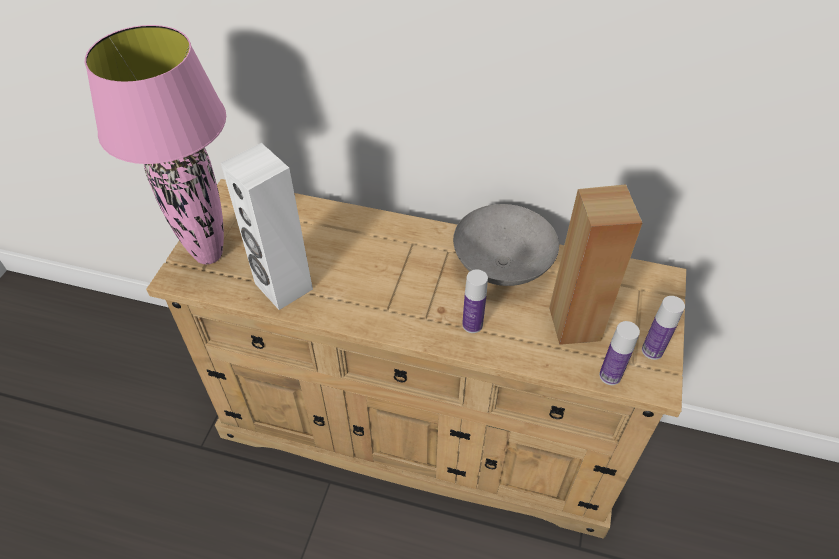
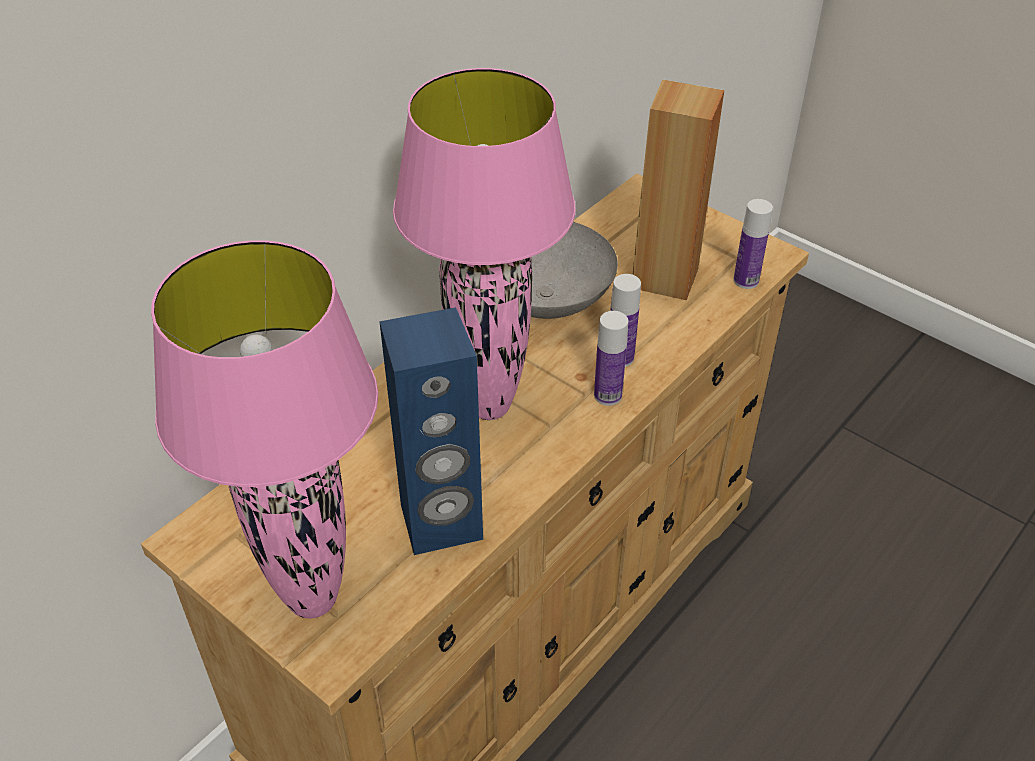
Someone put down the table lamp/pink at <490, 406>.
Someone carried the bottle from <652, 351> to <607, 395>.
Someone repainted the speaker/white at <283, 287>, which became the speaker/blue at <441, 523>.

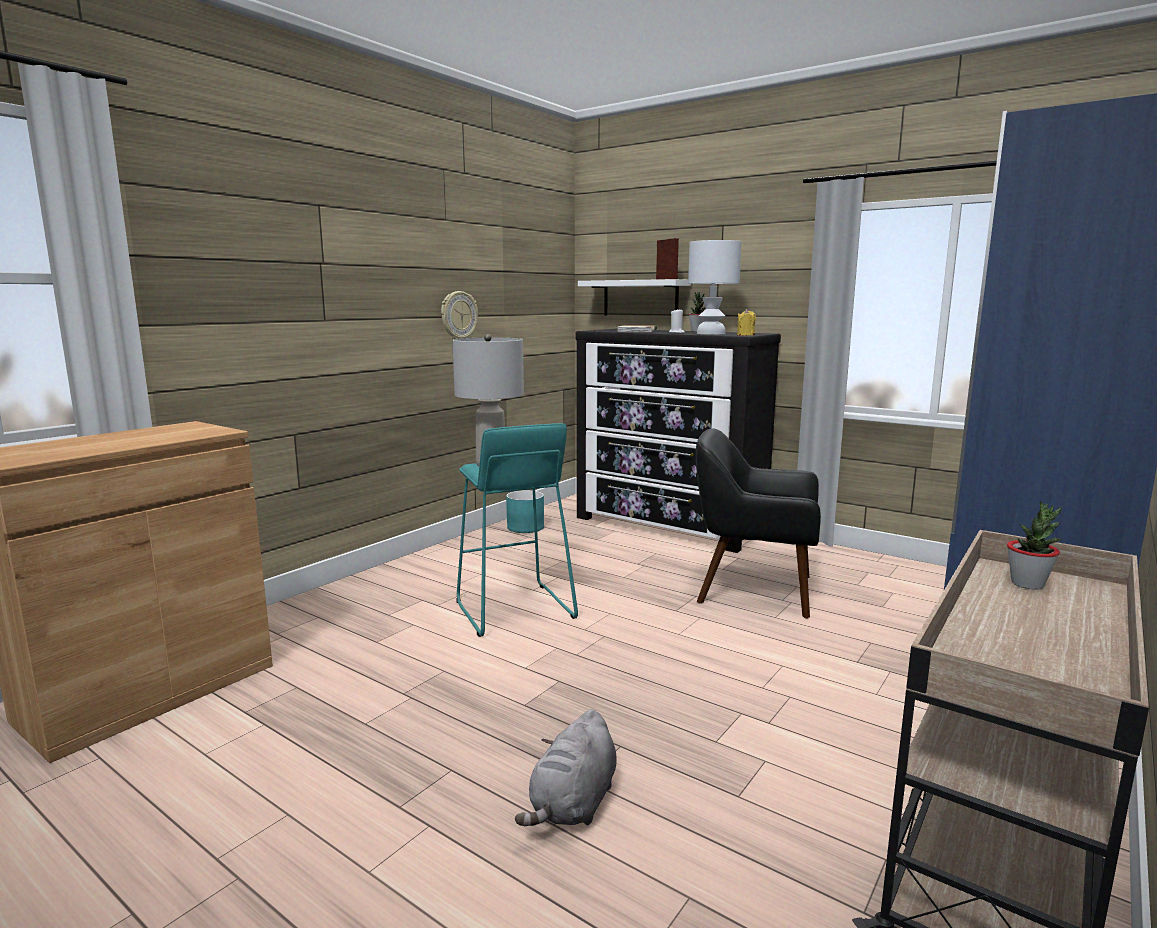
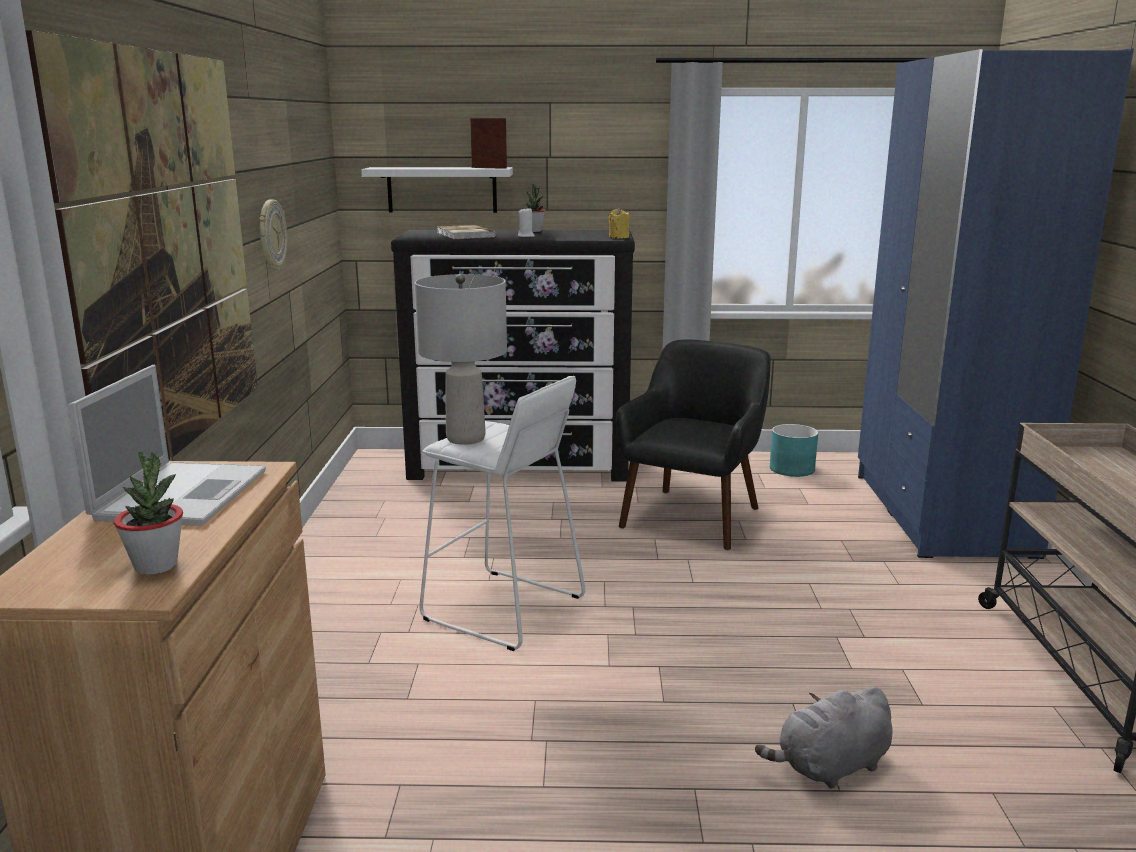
Someone took away the table lamp/white at <711, 333>.
Someone put up the picture at <168, 255>.
Someone put down the laptop at <183, 493>.
Someone carried the planter/turquoise from <526, 527> to <792, 469>.
Someone carried the potted plant from <1027, 584> to <156, 566>.
Someone repainted the stool/turquoise at <513, 610>, which became the stool/white at <503, 609>.
Someone rotated the plush toy/grey at <573, 804> by 75 degrees clockwise.
Someone rotated the armchair/black at <752, 590> by 135 degrees clockwise.

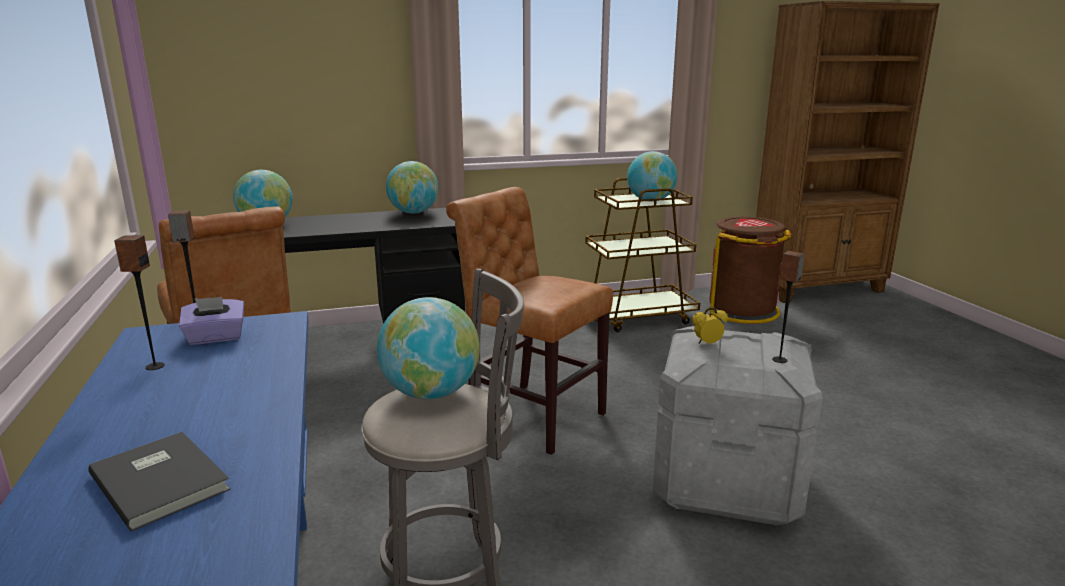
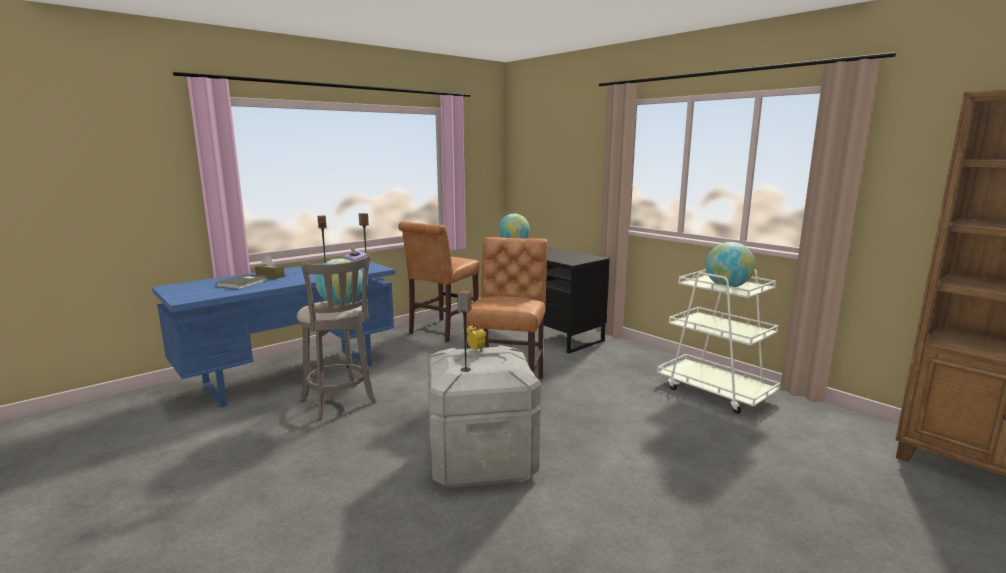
Someone took away the globe at <413, 212>.
Someone took away the trash can/brown at <742, 310>.
Someone put down the tissue box/brown at <270, 276>.
Someone repainted the cart/brown at <636, 317>, which became the cart/white at <715, 391>.

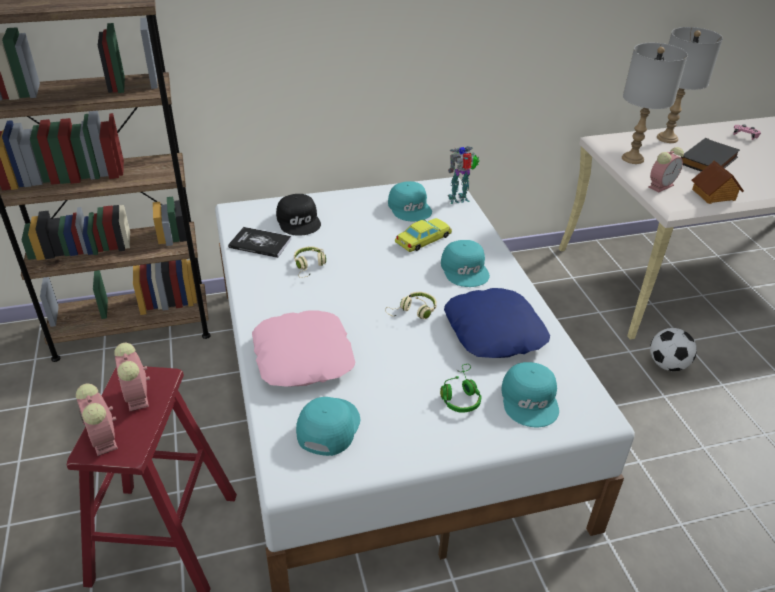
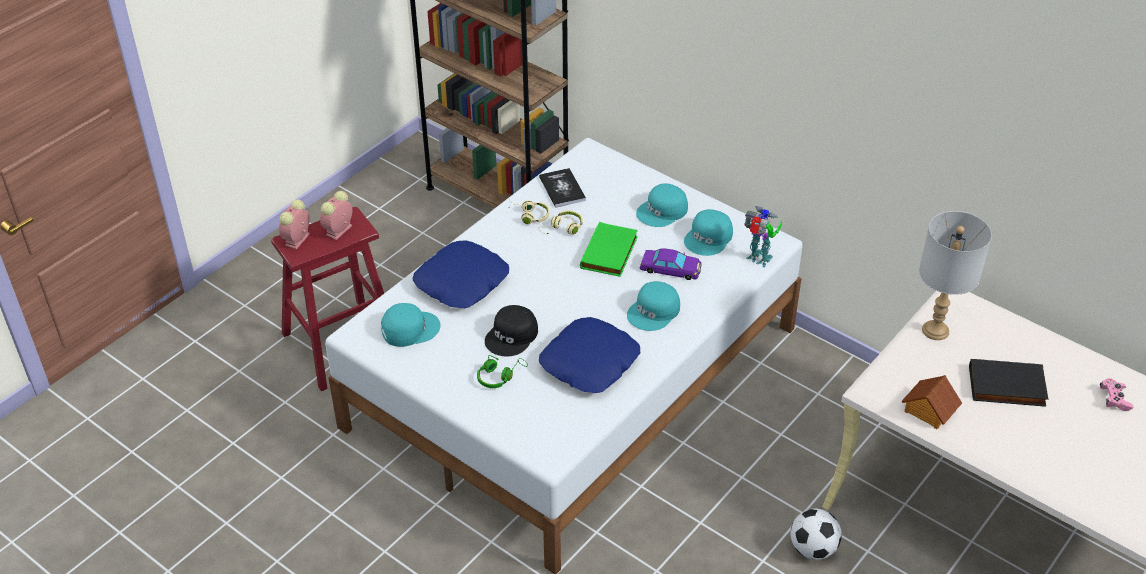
Someone took away the alarm clock at <661, 185>.
Someone took away the table lamp/grey at <667, 138>.
Someone put down the book/green at <610, 253>.
Someone carried the cap/black from <299, 221> to <512, 336>.
Someone carried the headphones/beige from <413, 311> to <529, 215>.
Someone carried the cap/turquoise from <530, 400> to <663, 211>.
Someone repainted the pillow/pink at <304, 357>, which became the pillow/blue at <462, 282>.
Someone repainted the toy car/yellow at <423, 239>, which became the toy car/purple at <670, 268>.

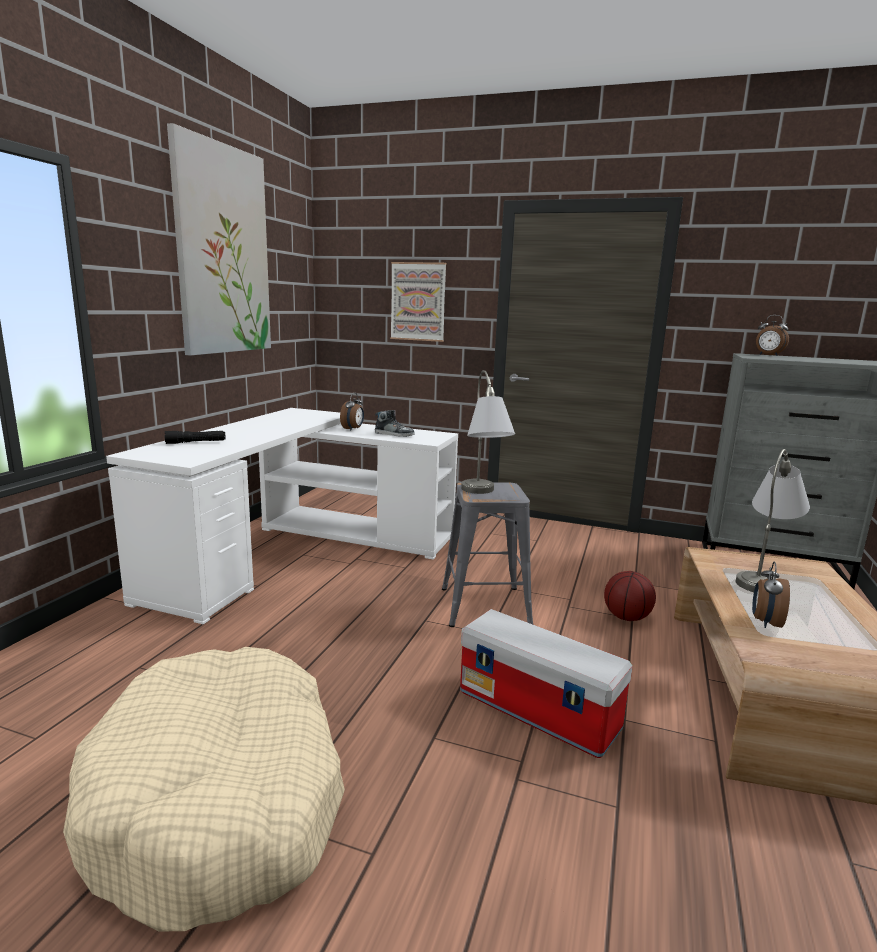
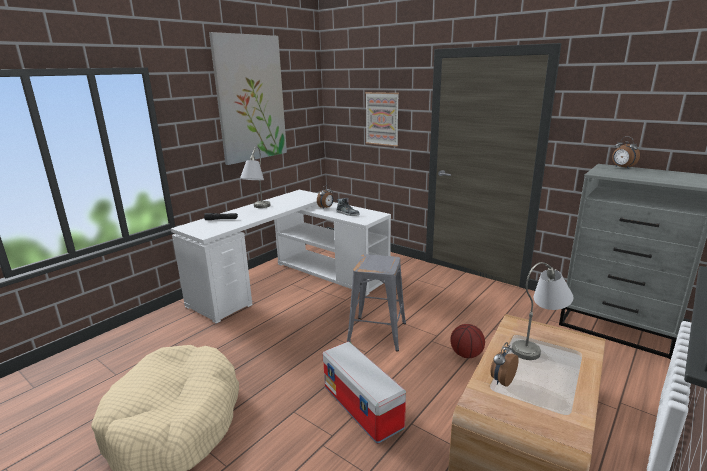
Someone carried the table lamp/grey from <482, 495> to <257, 209>.

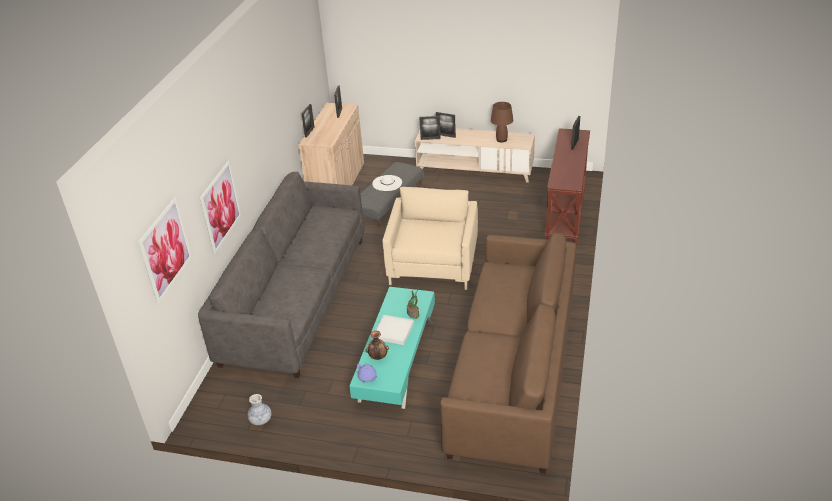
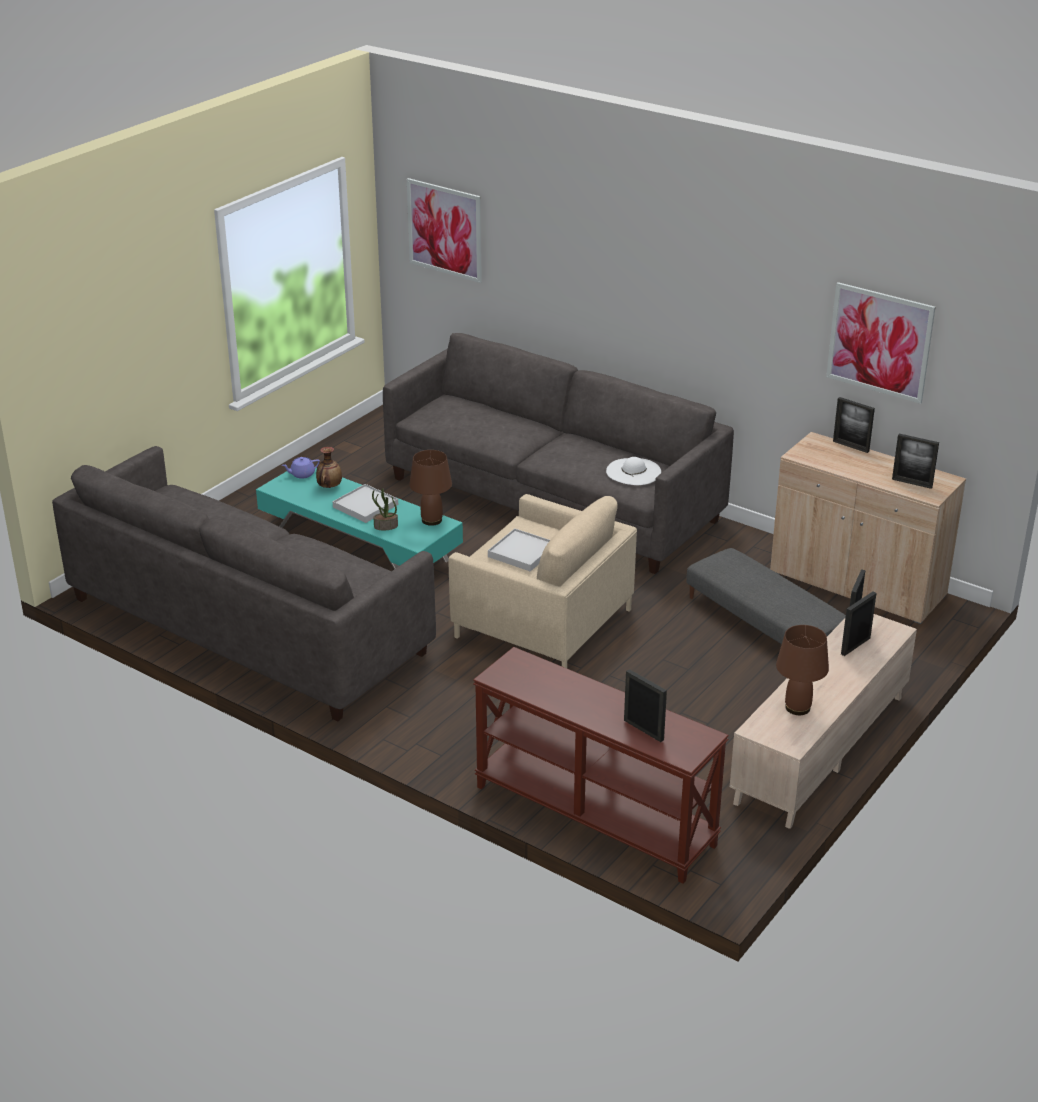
Someone took away the vase at <260, 420>.
Someone put down the table lamp/brown at <431, 520>.
Someone put down the tray/white at <522, 552>.
Someone carried the picture from <220, 206> to <879, 342>.
Someone carried the hat/white from <387, 183> to <633, 471>.
Someone repainted the sofa/brown at <513, 373>, which became the sofa/grey at <247, 626>.

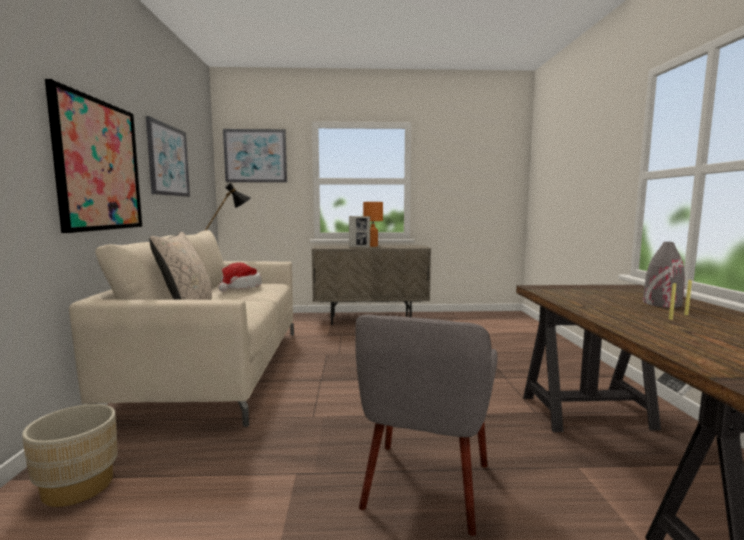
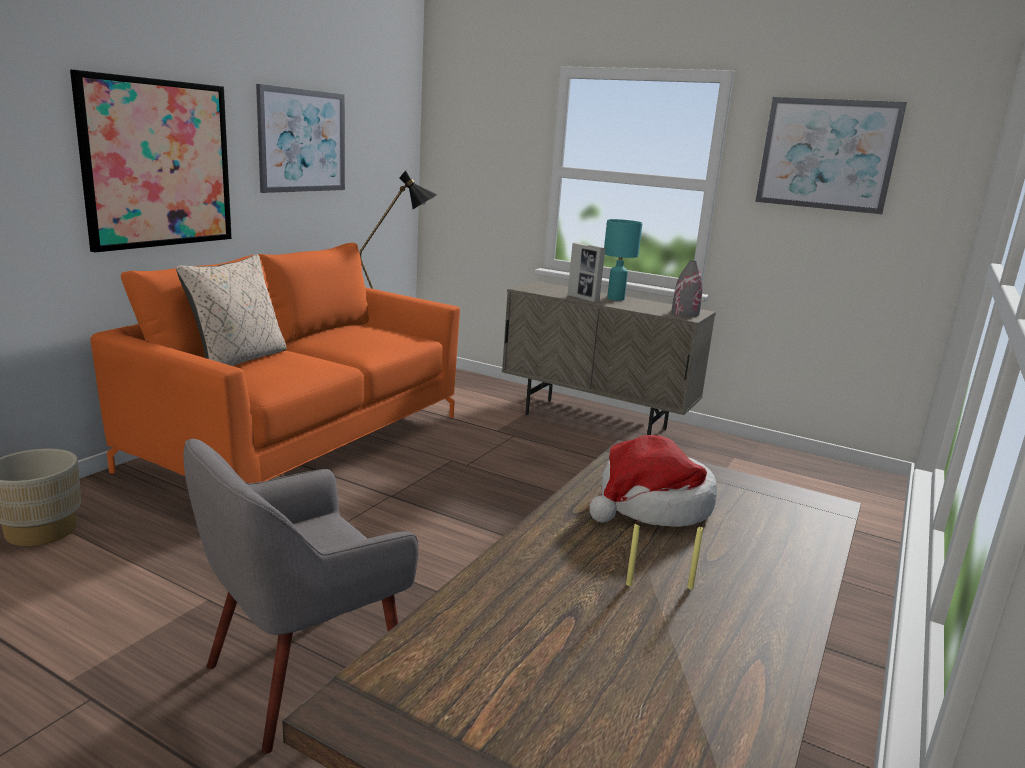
Someone carried the hat from <240, 287> to <652, 506>.
Someone carried the picture from <255, 156> to <827, 154>.
Someone carried the vase/grey from <661, 304> to <685, 313>.
Someone repainted the sofa/beige at <217, 369>, which became the sofa/orange at <302, 441>.
Someone repainted the table lamp/orange at <373, 246>, which became the table lamp/turquoise at <616, 299>.

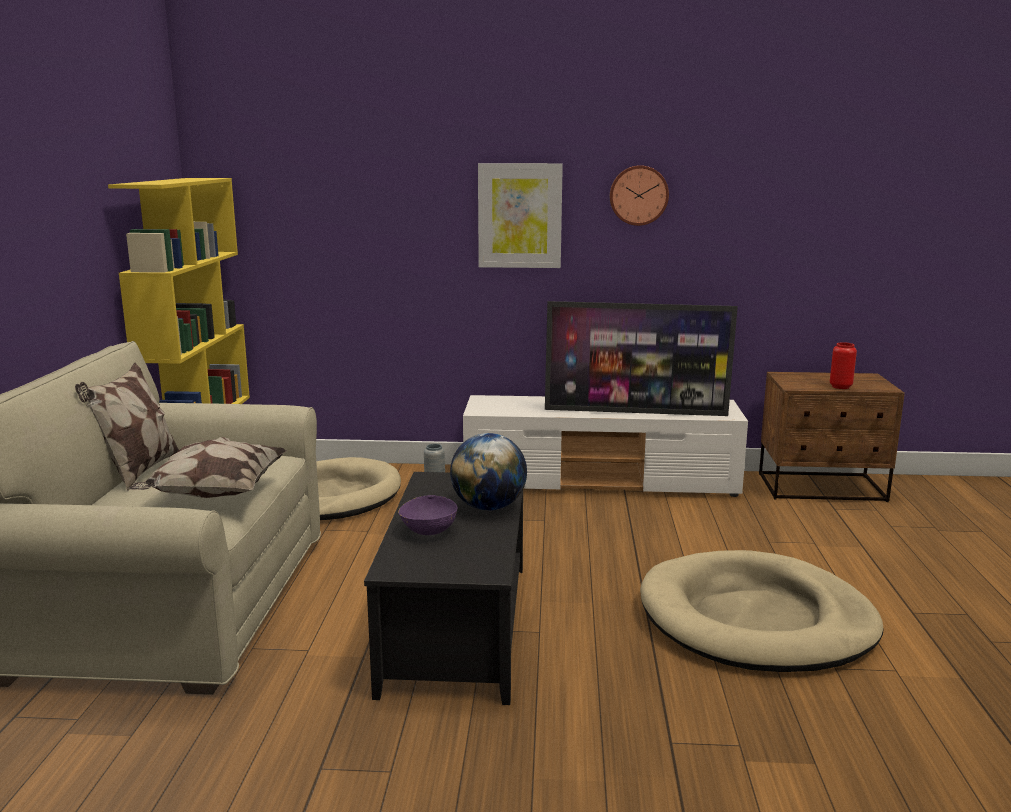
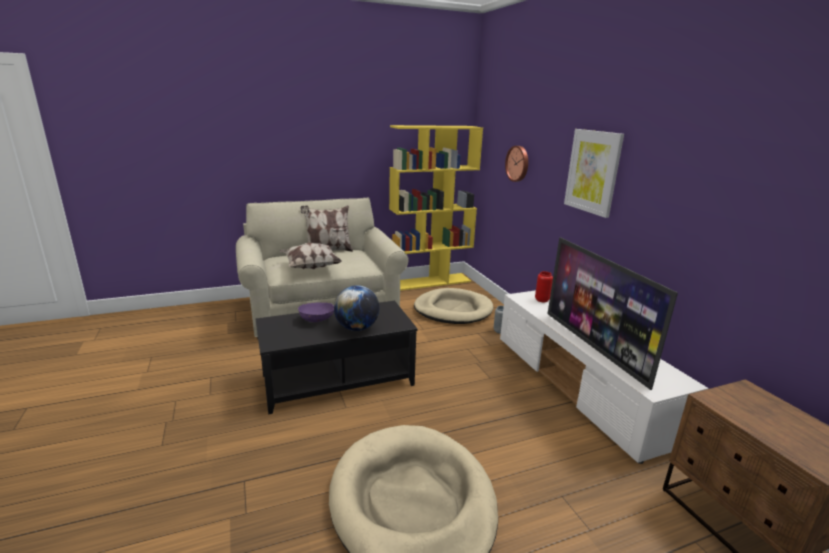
Someone carried the wall clock from <638, 195> to <518, 163>.
Someone carried the vase/red from <840, 387> to <542, 300>.

